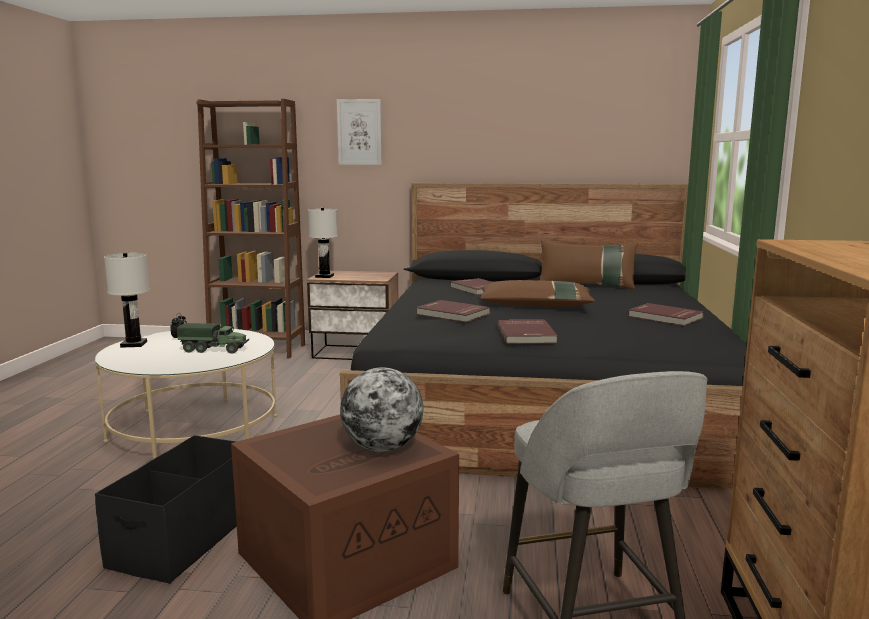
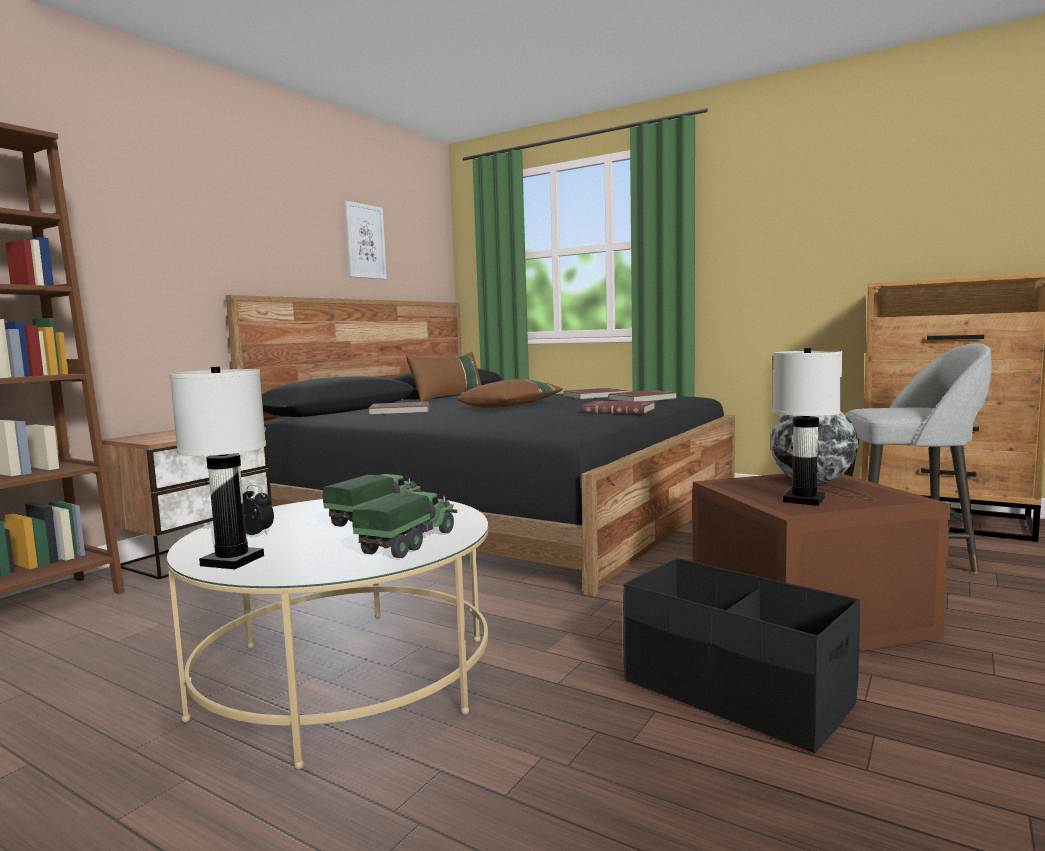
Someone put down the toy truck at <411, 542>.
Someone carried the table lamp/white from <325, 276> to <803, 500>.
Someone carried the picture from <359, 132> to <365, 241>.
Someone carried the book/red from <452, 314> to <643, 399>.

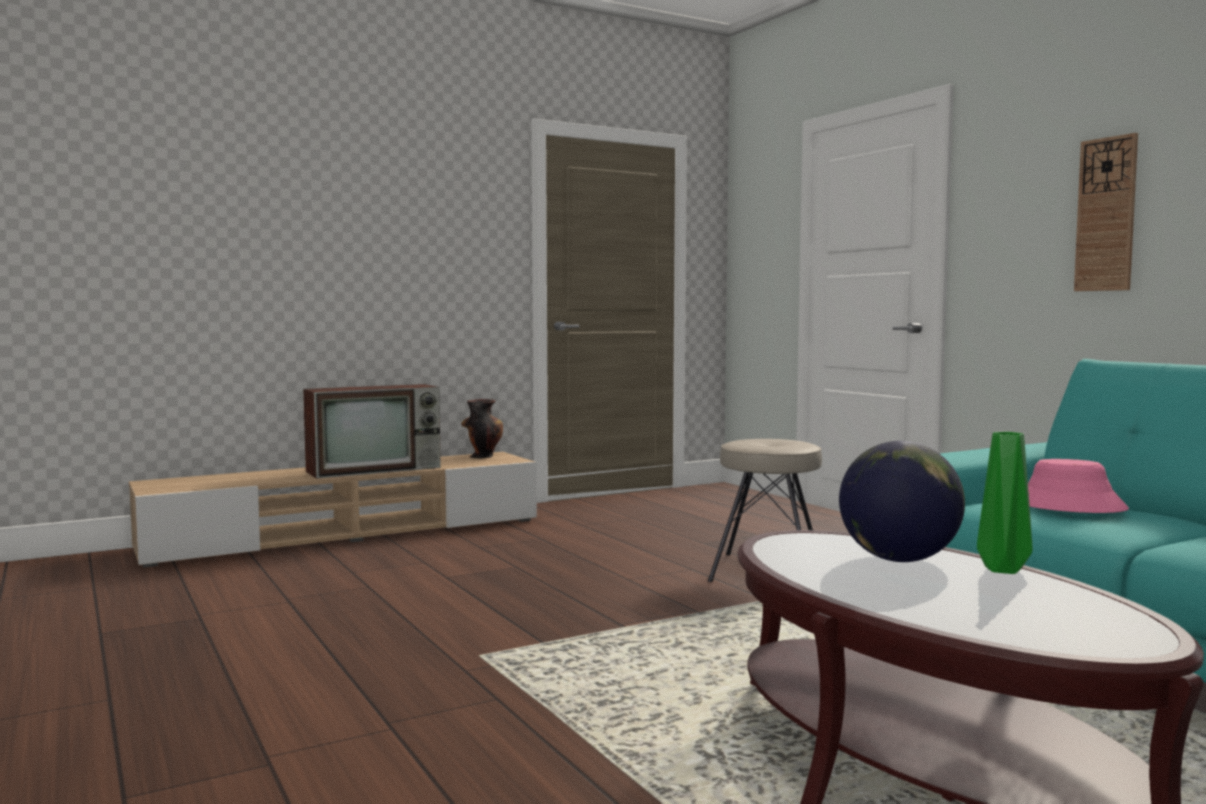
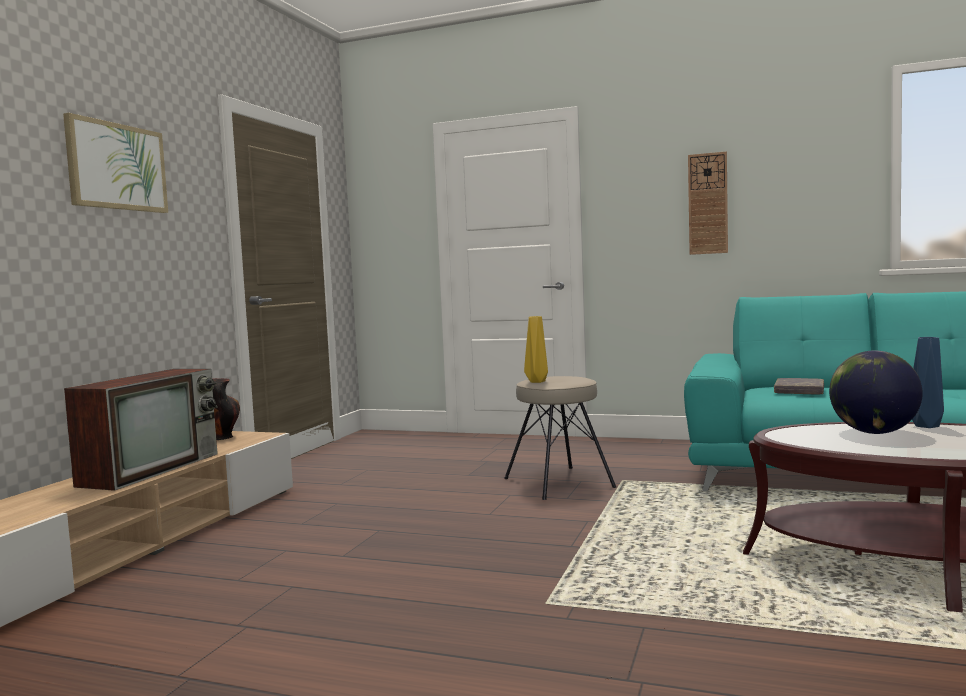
Someone put up the picture at <117, 167>.
Someone put down the vase/yellow at <536, 381>.
Someone swapped the hat/pink at <1068, 507> for the book/grey at <799, 391>.
Someone repainted the vase/green at <1004, 569>, which became the vase/blue at <926, 425>.

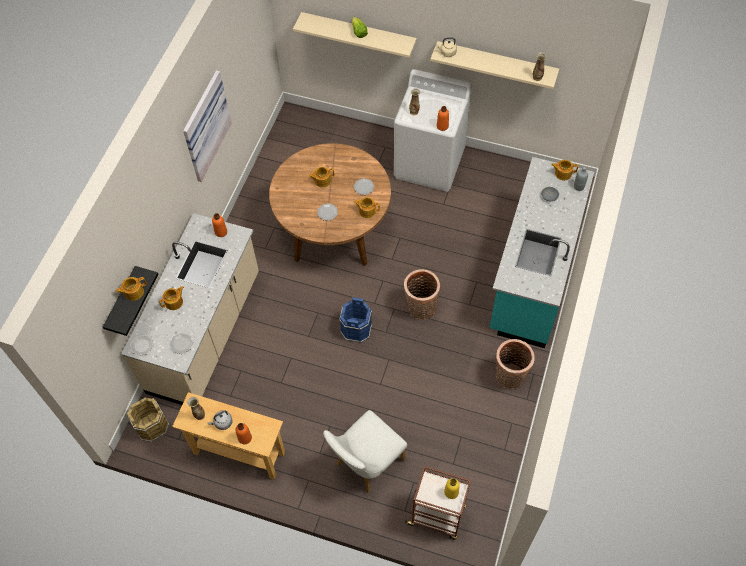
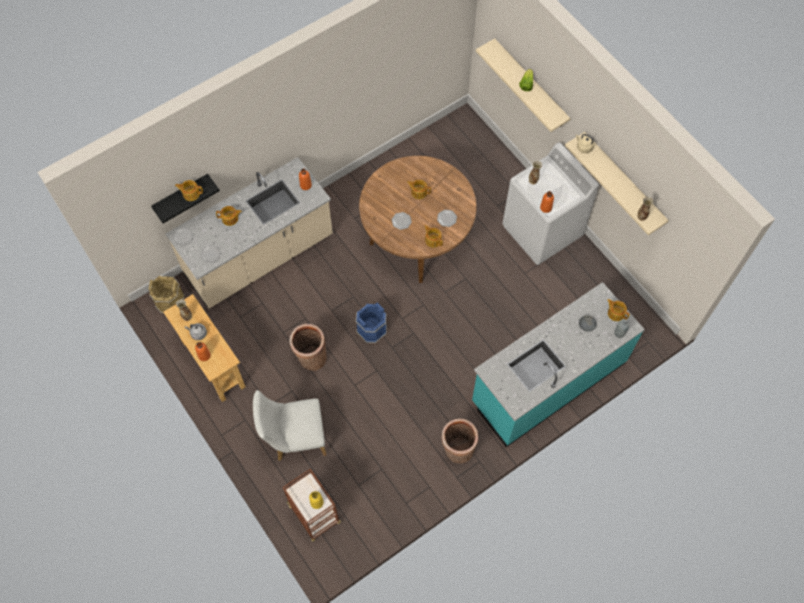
Someone took away the picture at <204, 125>.
Someone carried the basket from <420, 309> to <311, 358>.

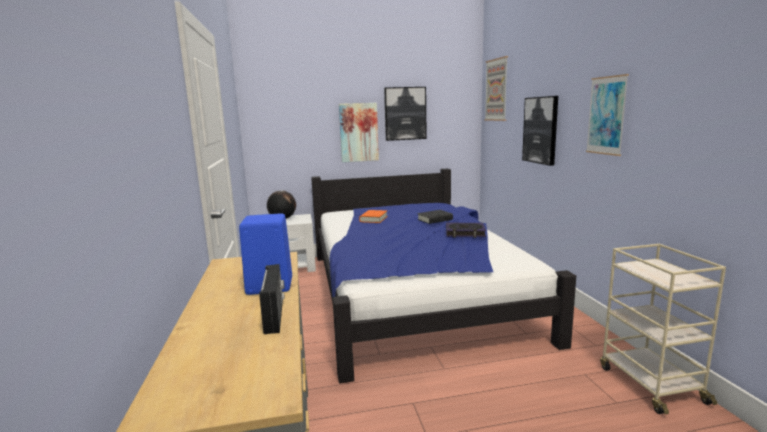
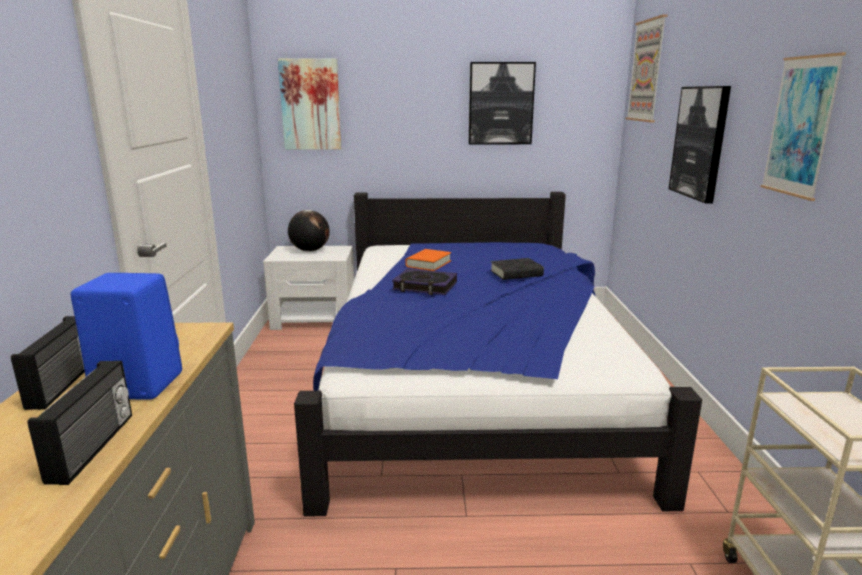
Someone put down the radio at <64, 384>.
Someone carried the picture from <358, 132> to <310, 105>.
Someone carried the book from <465, 233> to <425, 286>.

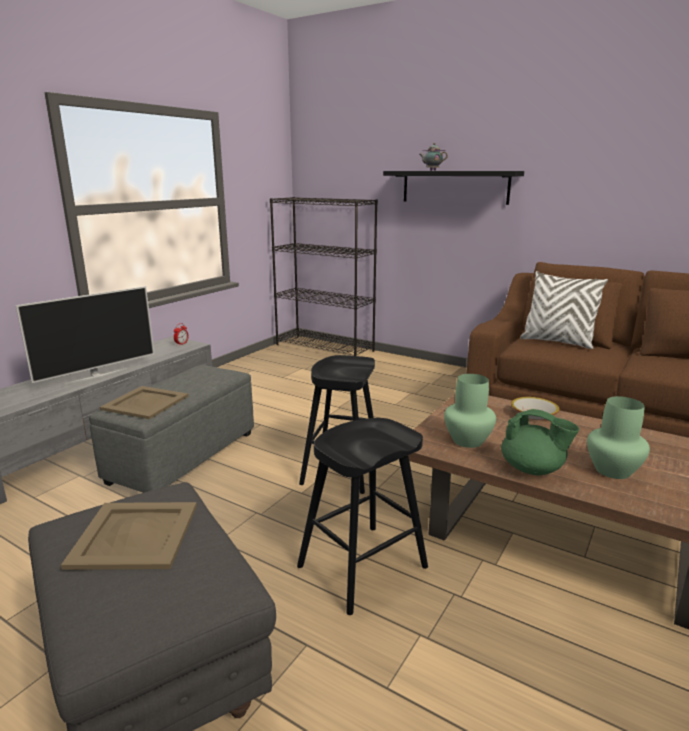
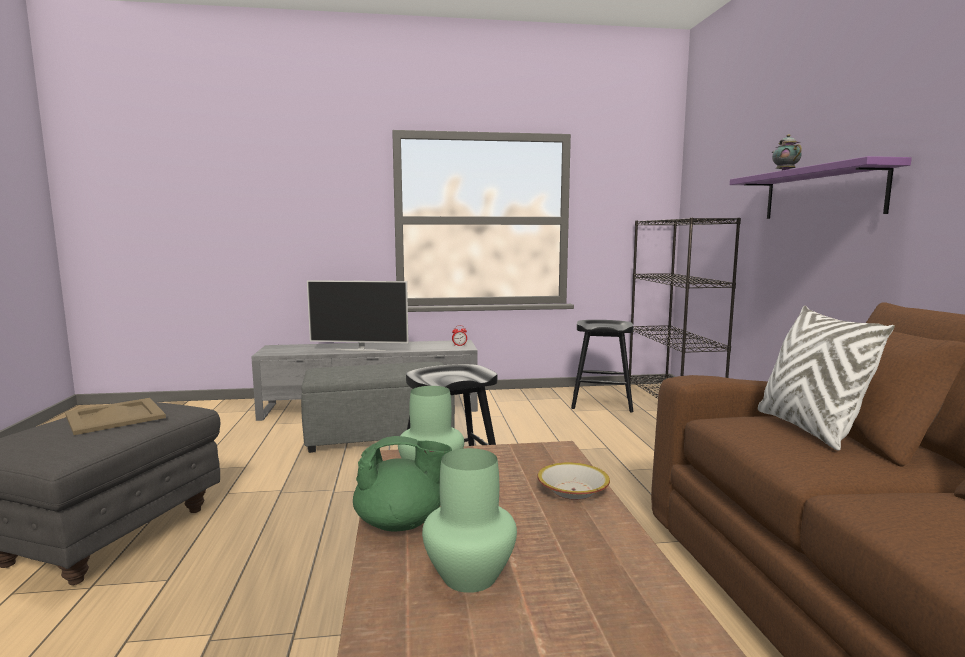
Someone took away the tray/beige at <145, 402>.
Someone carried the stool/black from <362, 567> to <601, 403>.
Someone repainted the shelf/black at <454, 187>, which became the shelf/purple at <821, 193>.
Someone rotated the teapot/green at <533, 469> by 90 degrees counterclockwise.

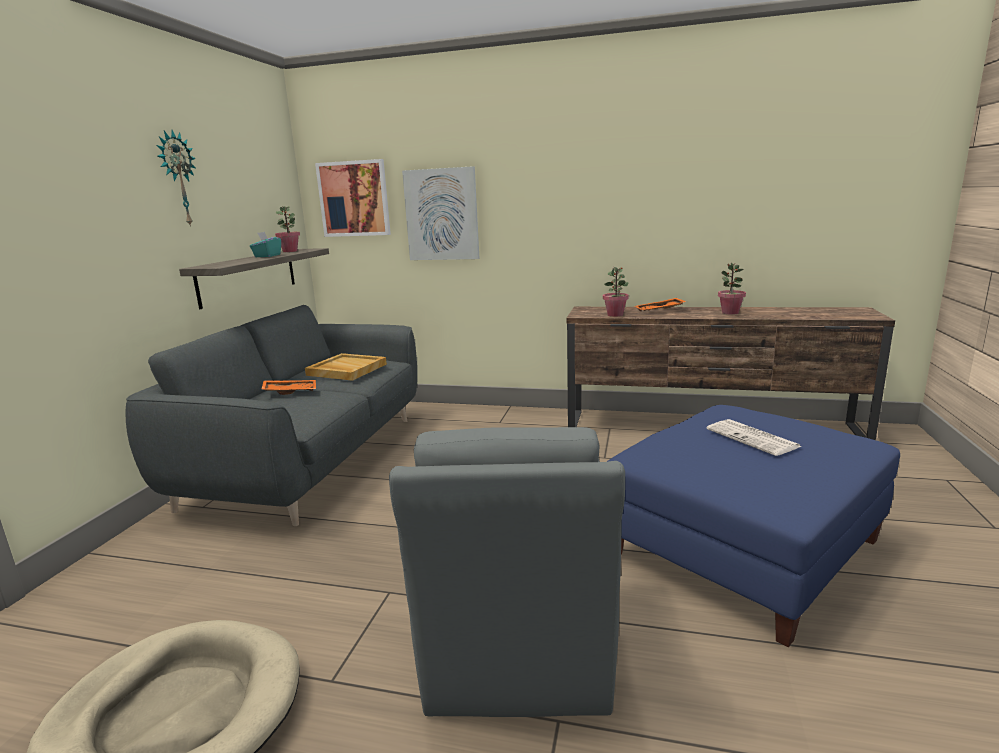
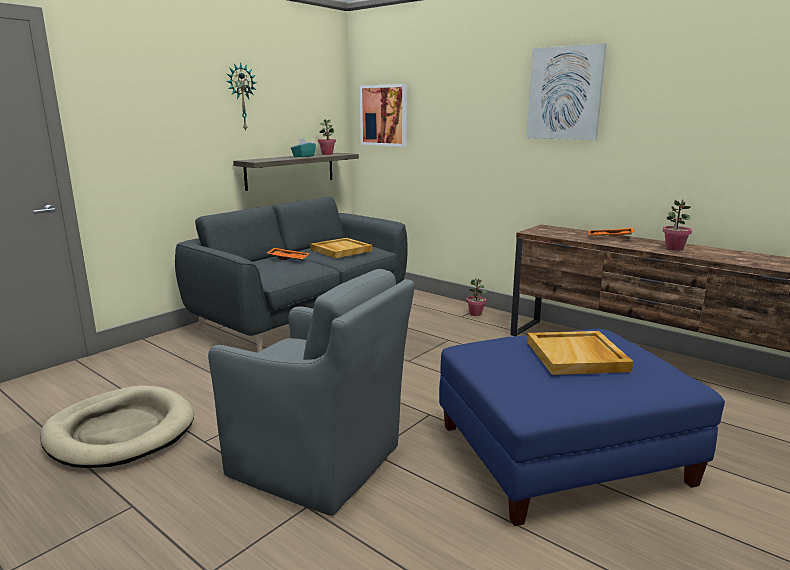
Someone carried the picture from <442, 214> to <565, 93>.
Someone carried the potted plant from <615, 315> to <475, 314>.
Someone swapped the newspaper at <753, 438> for the tray/beige at <577, 356>.
Someone rotated the armchair/grey at <516, 653> by 90 degrees counterclockwise.

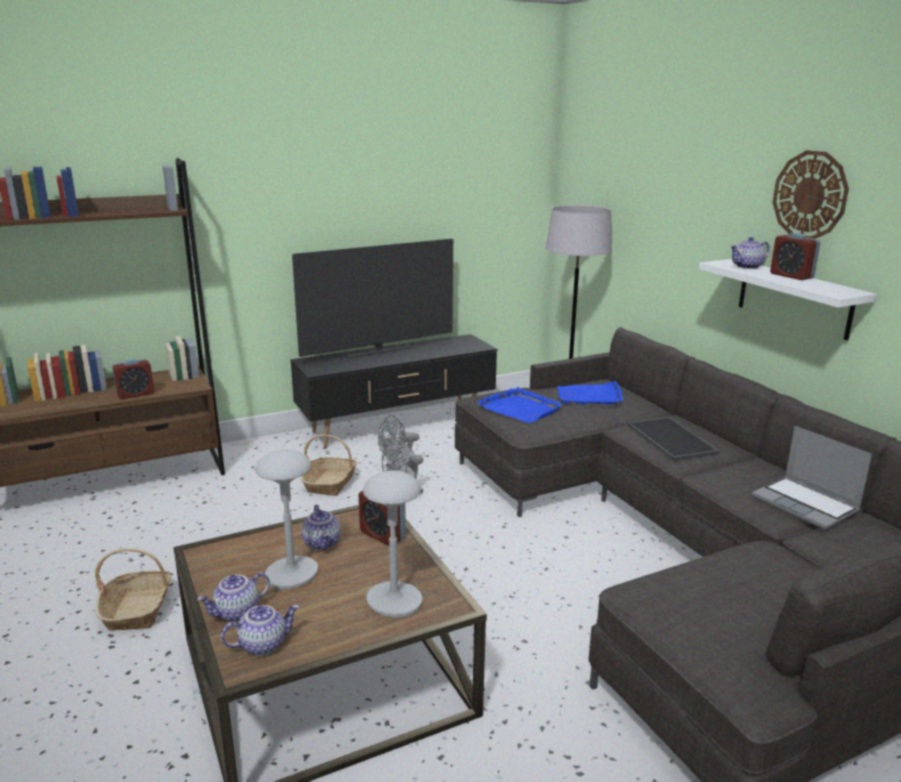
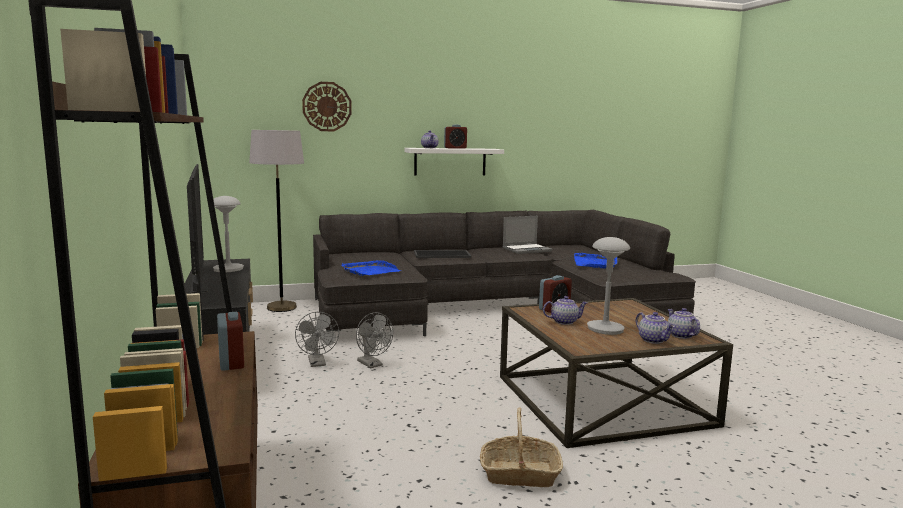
Someone took away the basket at <330, 483>.
Someone carried the table lamp/grey from <394, 602> to <228, 269>.
Someone carried the tray/blue from <589, 397> to <595, 263>.
Someone carried the wall clock from <810, 195> to <327, 106>.

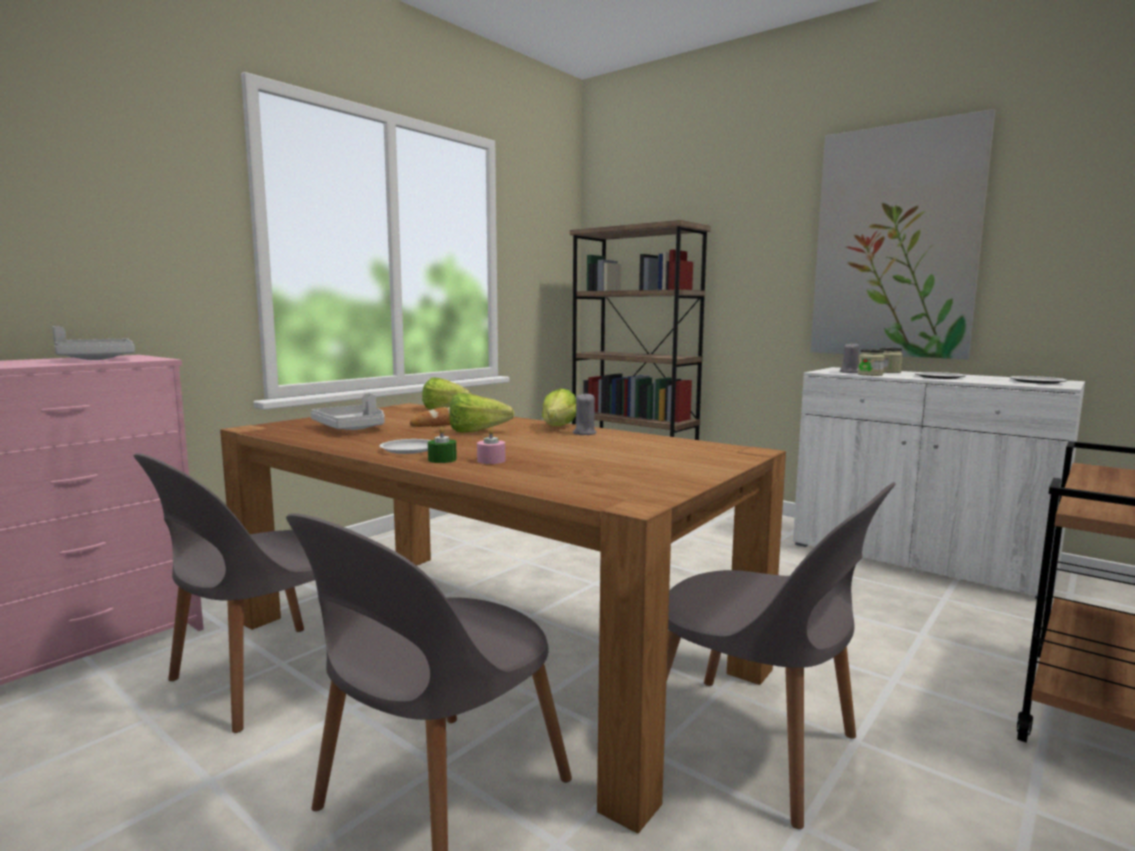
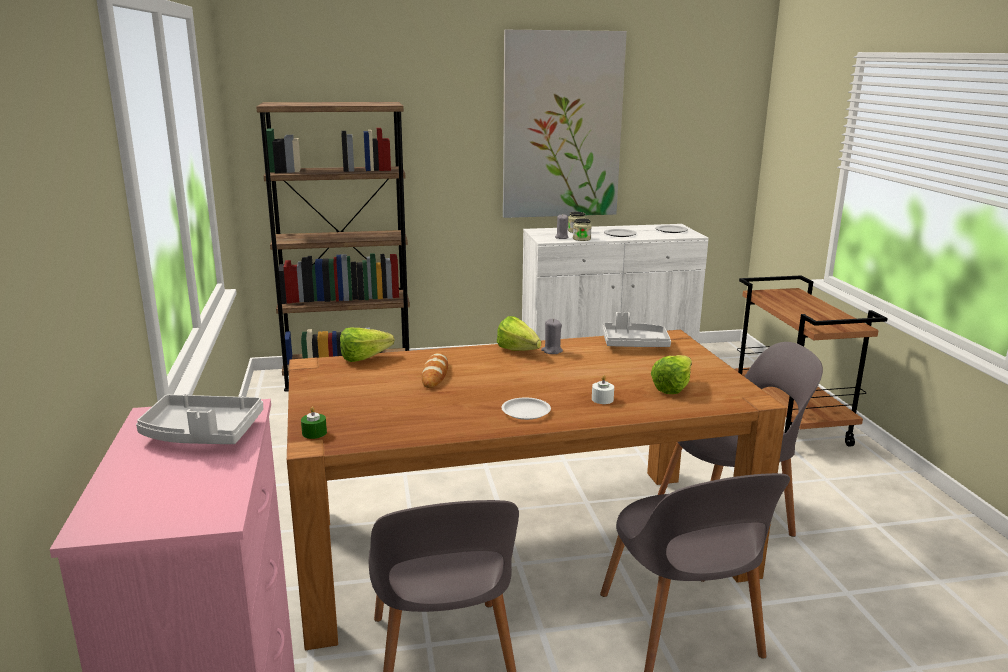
Someone carried the tray/grey from <352, 428> to <634, 344>.
Someone carried the candle/green from <442, 459> to <314, 433>.
Someone carried the lettuce from <482, 432> to <676, 387>.
Someone repainted the candle/pink at <491, 460>, which became the candle/white at <602, 399>.

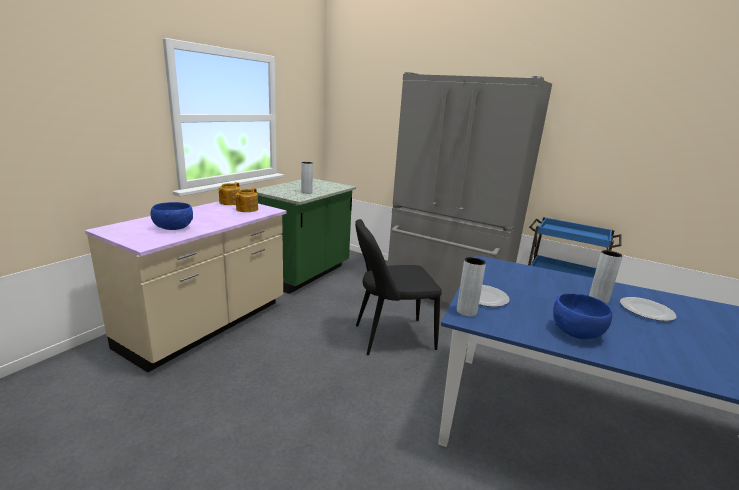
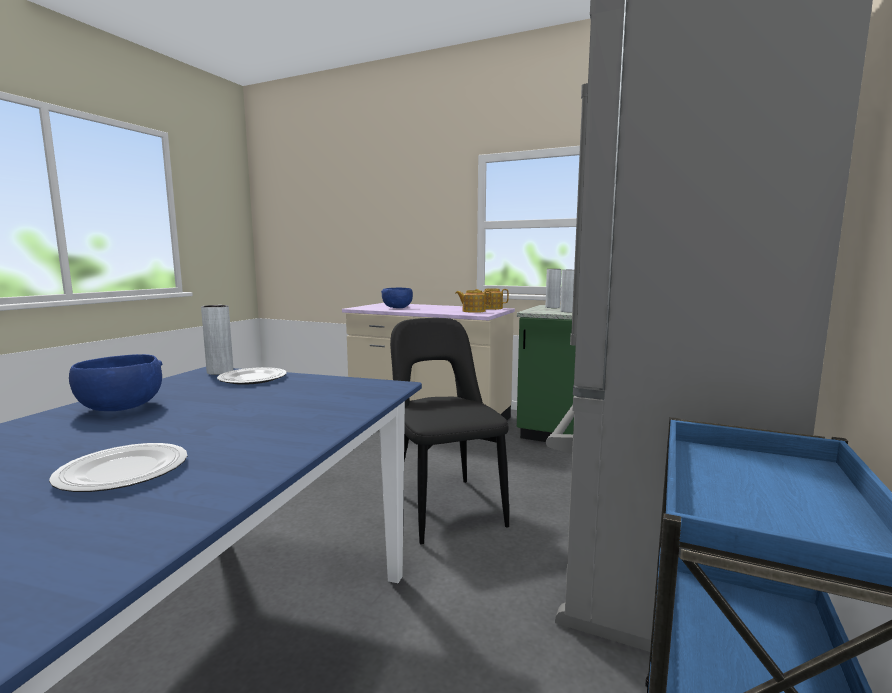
Someone carried the vase/grey from <598, 299> to <552, 307>.

